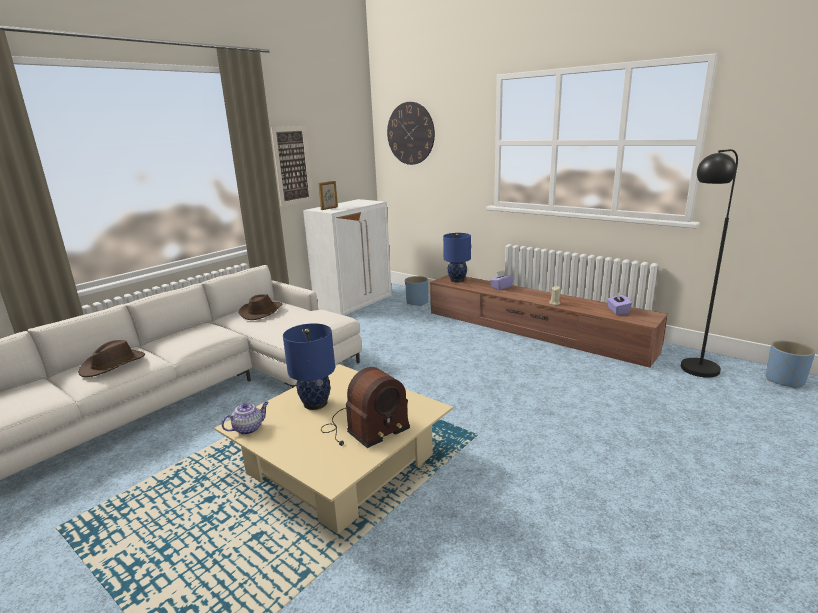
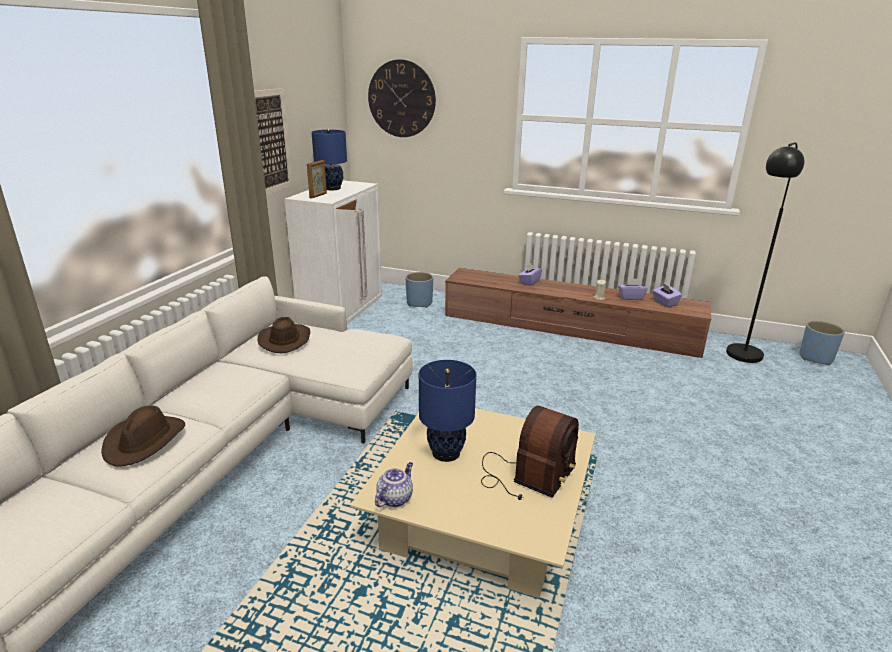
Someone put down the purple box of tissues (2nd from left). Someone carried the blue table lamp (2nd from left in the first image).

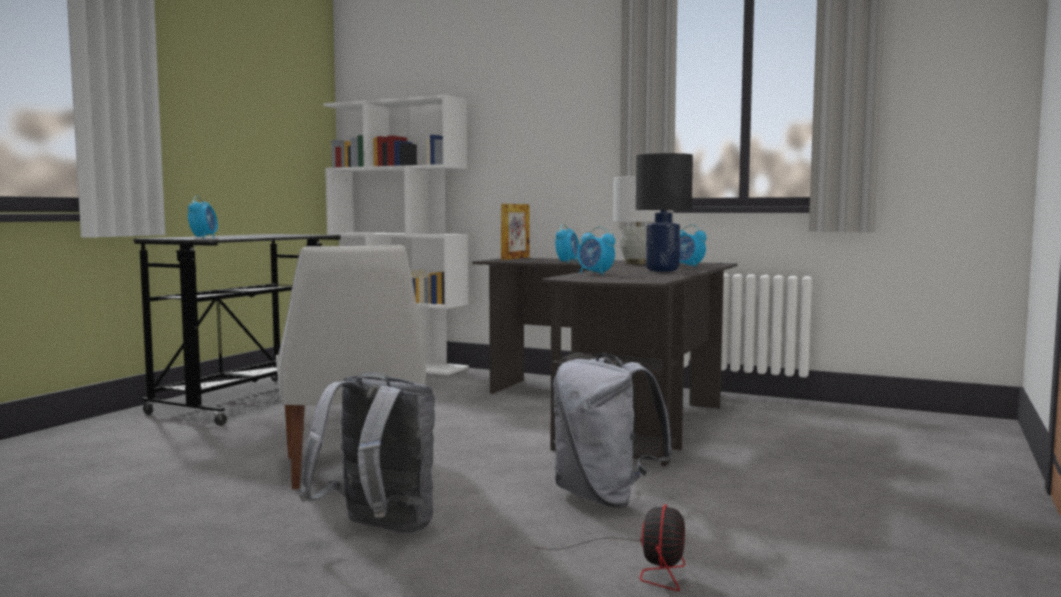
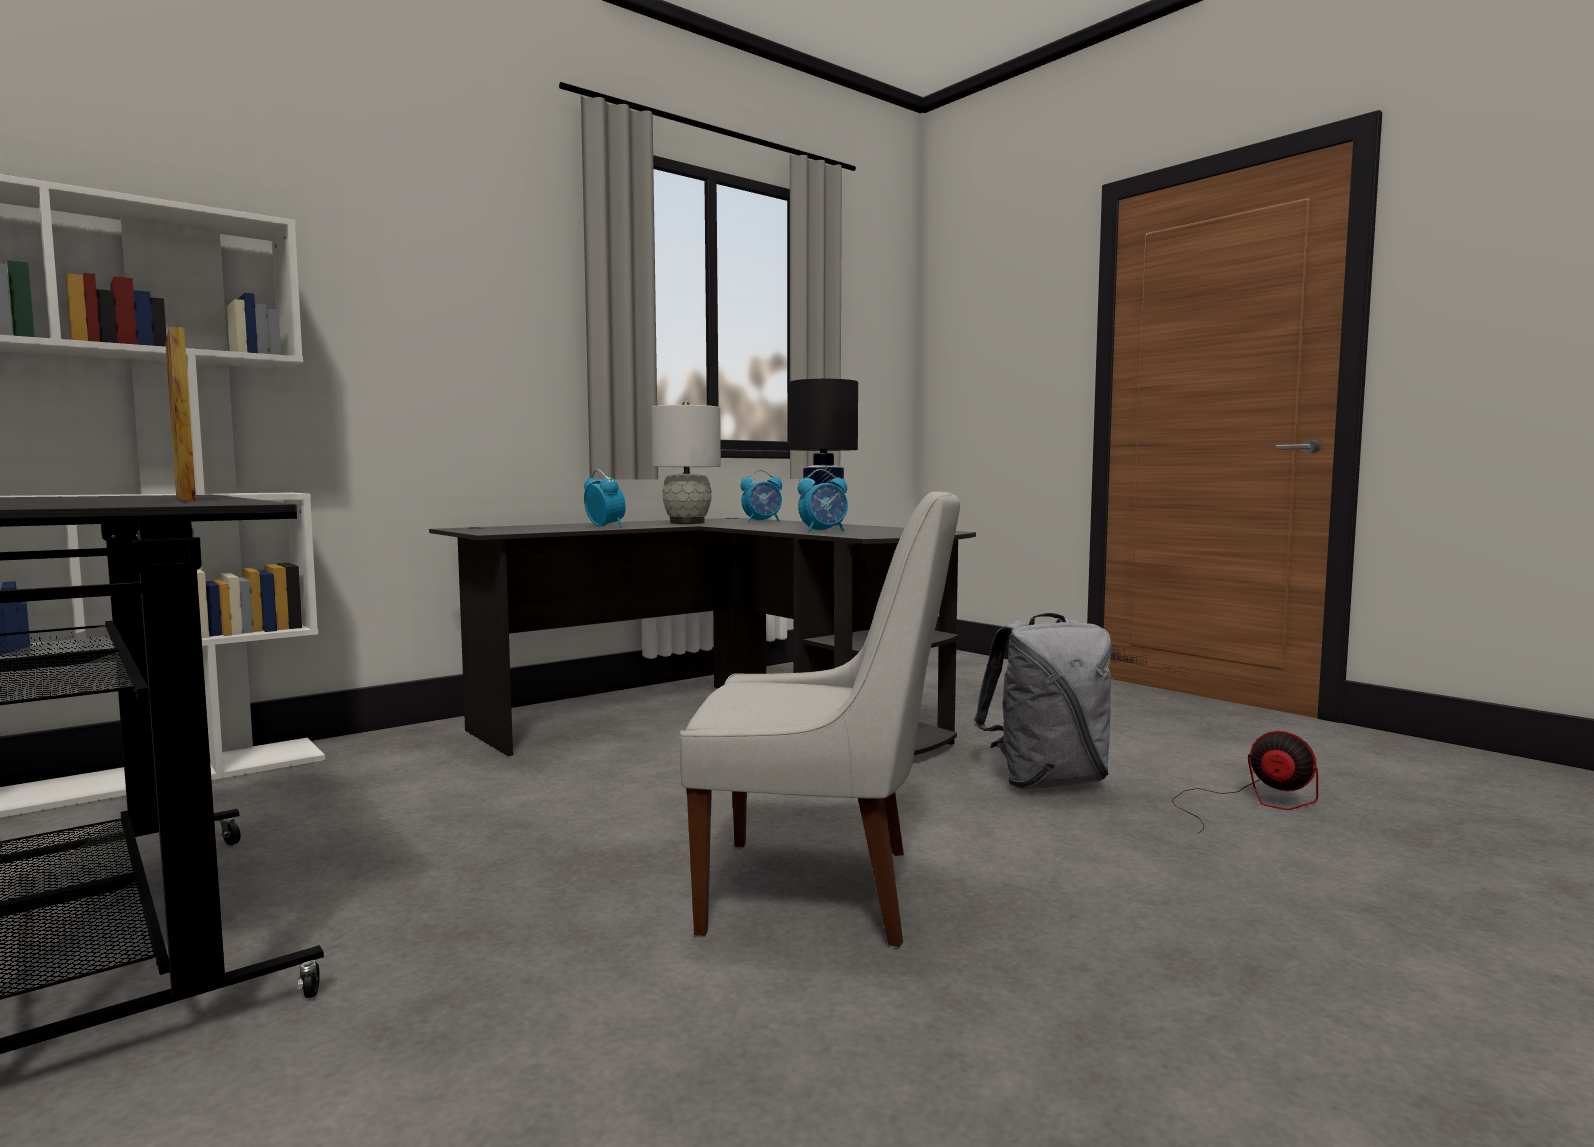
Someone took away the bedside clock (1st from left). Someone took away the grey knapsack (1st from left). Someone carried the picture frame.

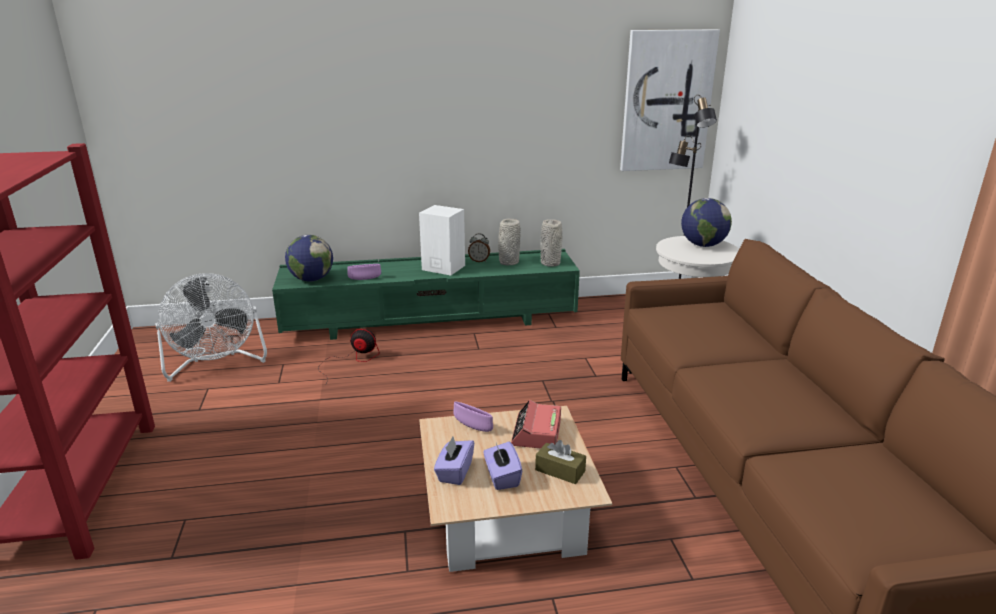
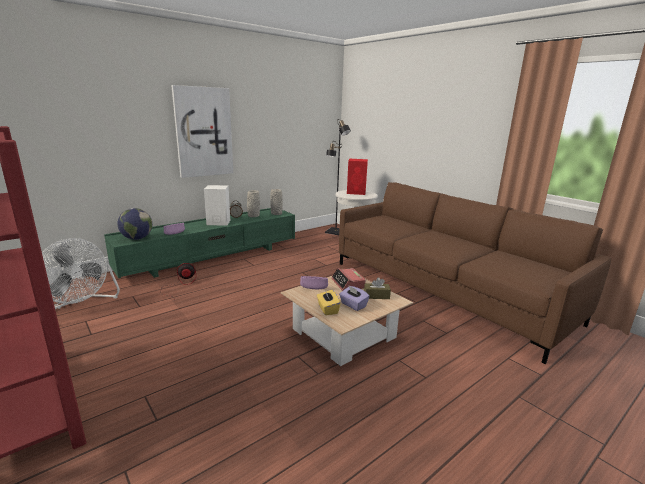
Someone carried the wall picture. Someone swapped the world globe (2nd from left) for the red audio speaker. Someone repainted the purple box of tissues (1st from left), which became the yellowish box of tissues.

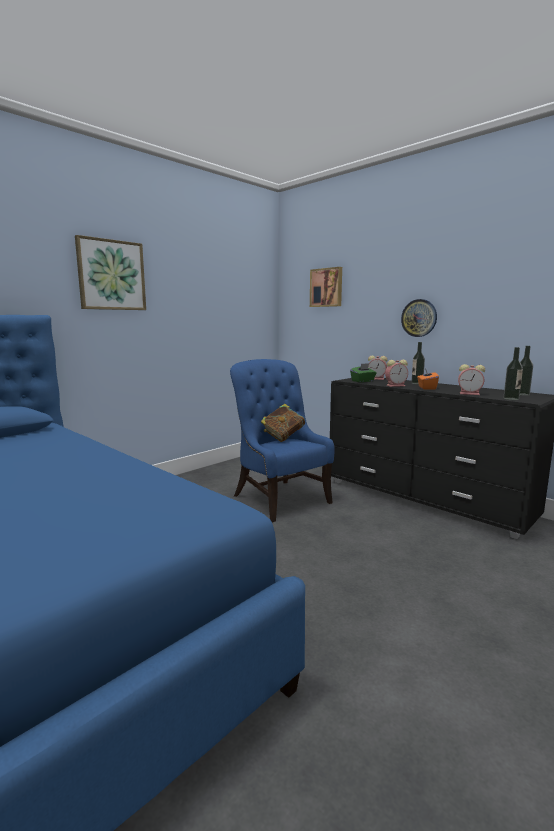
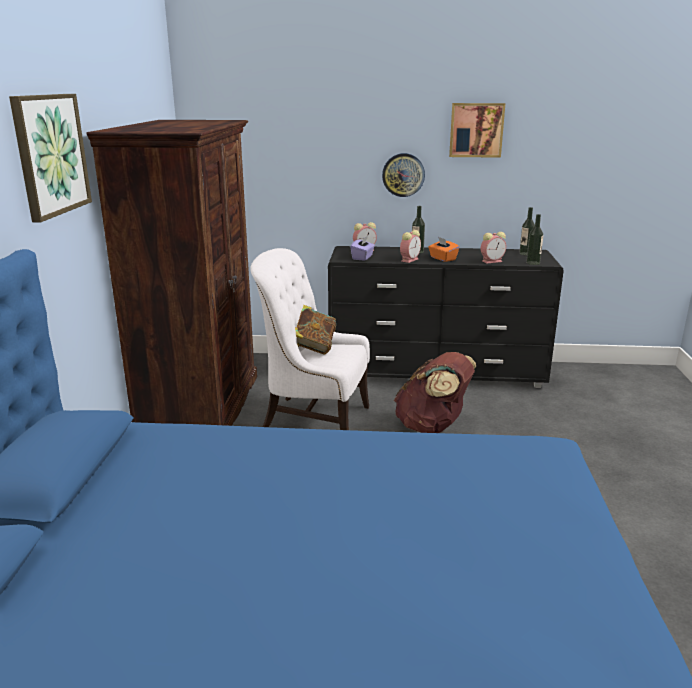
Someone put down the brown-coloured wardrobe. Someone put down the brown-coloured knapsack. Someone carried the wall picture (2nd from left). Someone repainted the blue lounge chair, which became the white lounge chair. Someone repainted the greenish box of tissues, which became the purple box of tissues.

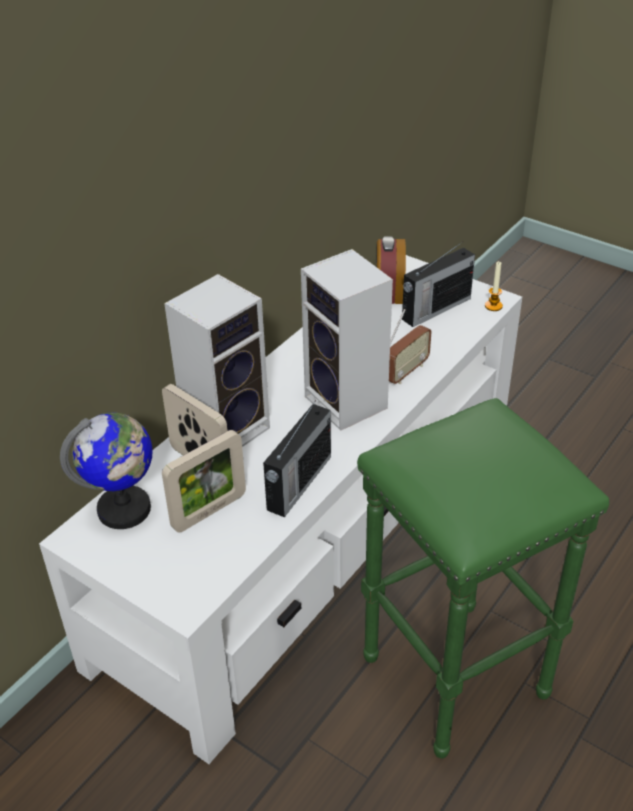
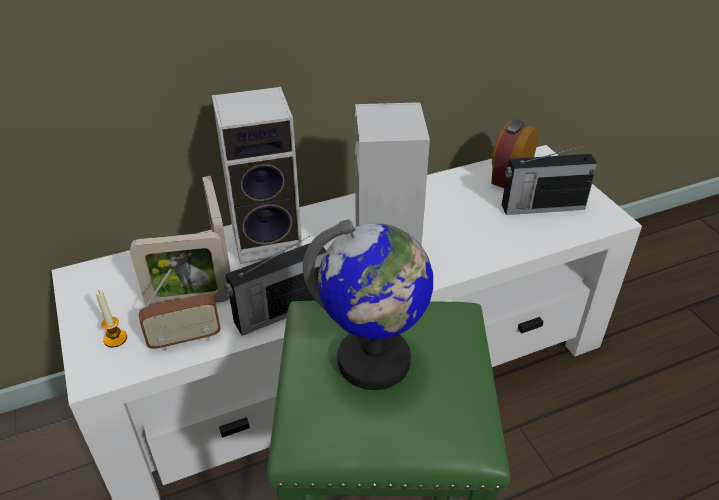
Someone carried the world globe. Someone carried the radio (2nd from left in the first image). Someone carried the candle.

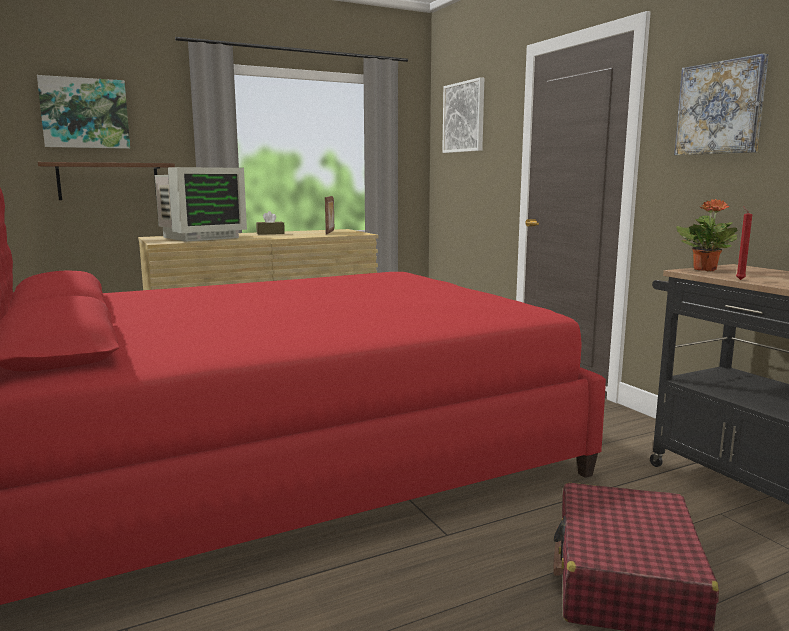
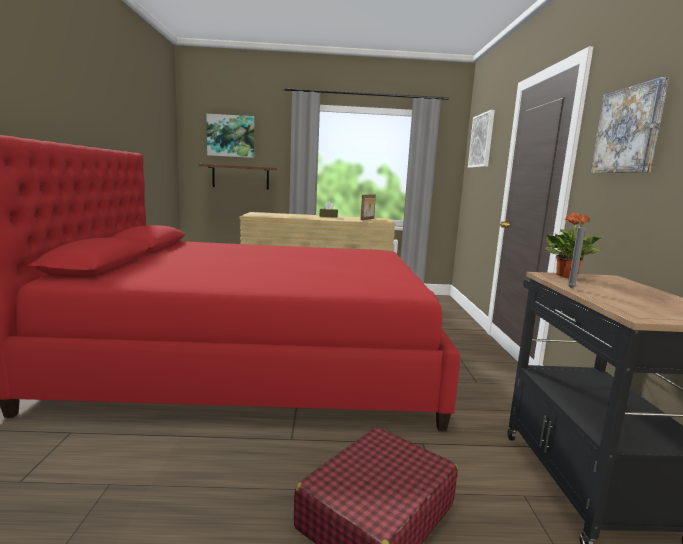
Someone took away the computer display. Someone repainted the red candle, which became the grey candle.

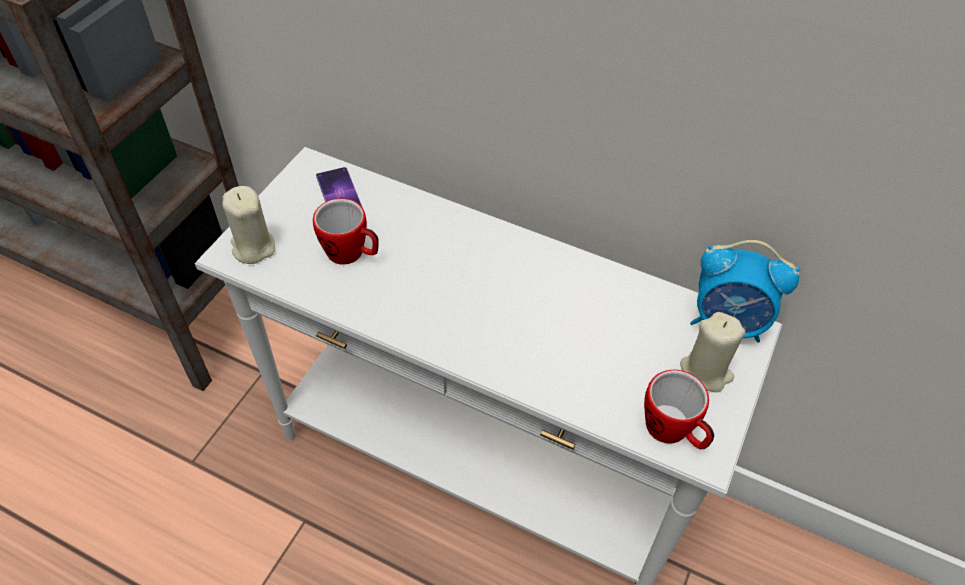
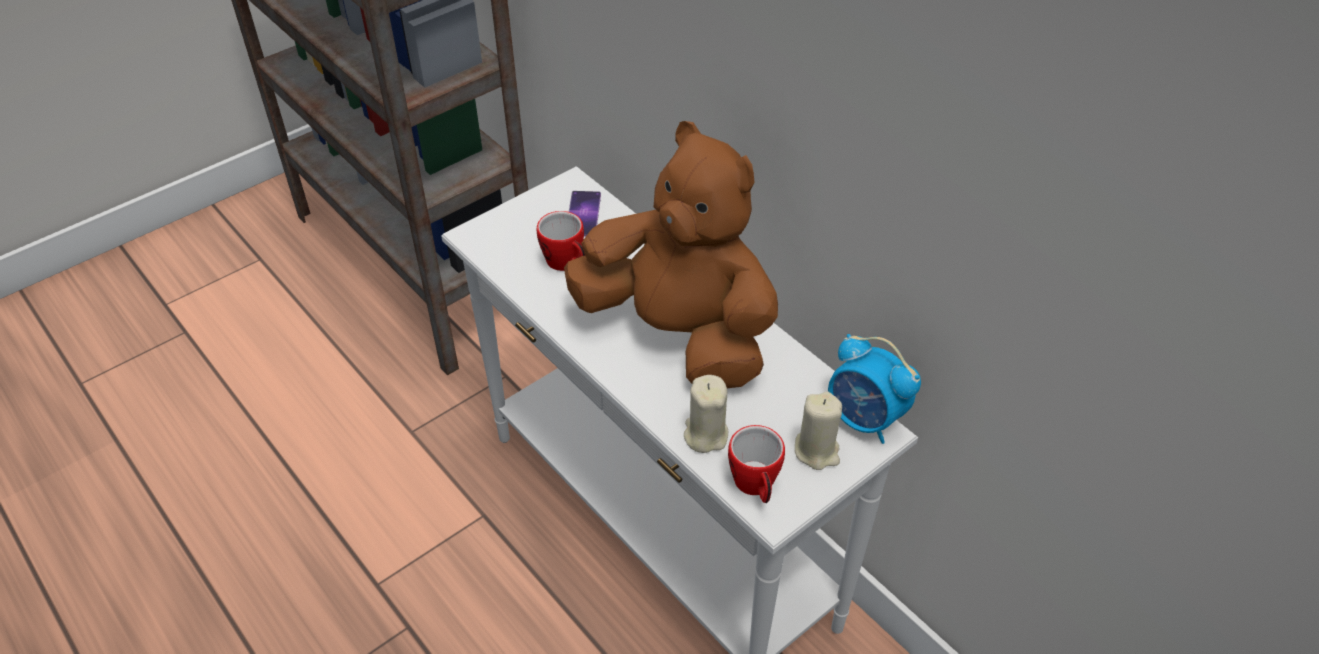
Someone put down the brown-coloured cuddly toy. Someone carried the beige-coloured candle (1st from left).

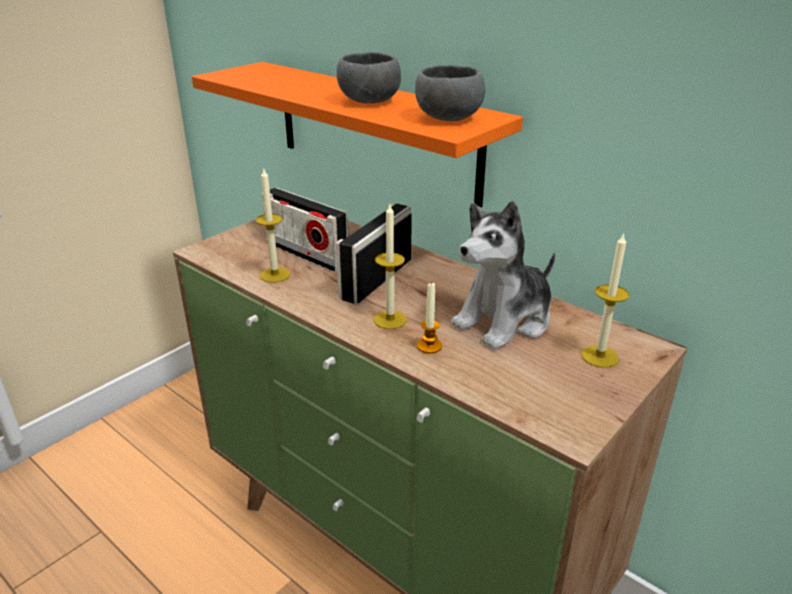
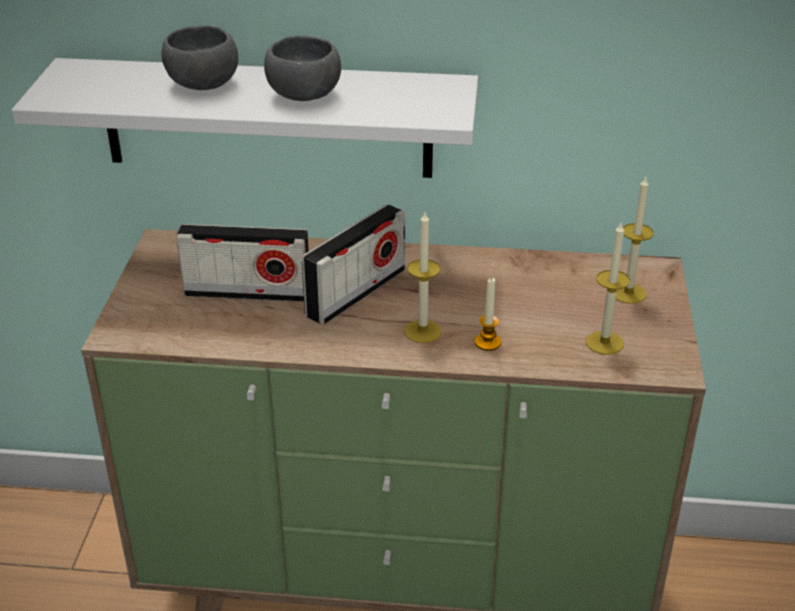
Someone took away the cuddly toy. Someone carried the candle (1st from left in the first image). Someone carried the grey serving bowl (2nd from left in the first image). Someone repainted the orange-coloured wall shelf, which became the white wall shelf. Someone rotated the radio (2nd from left) by 135 degrees counterclockwise.

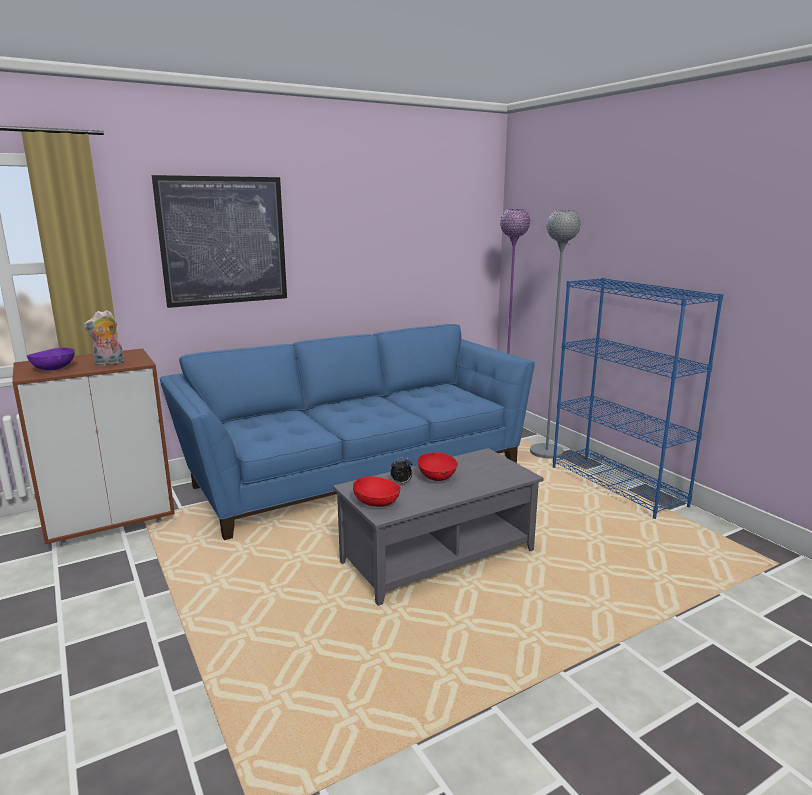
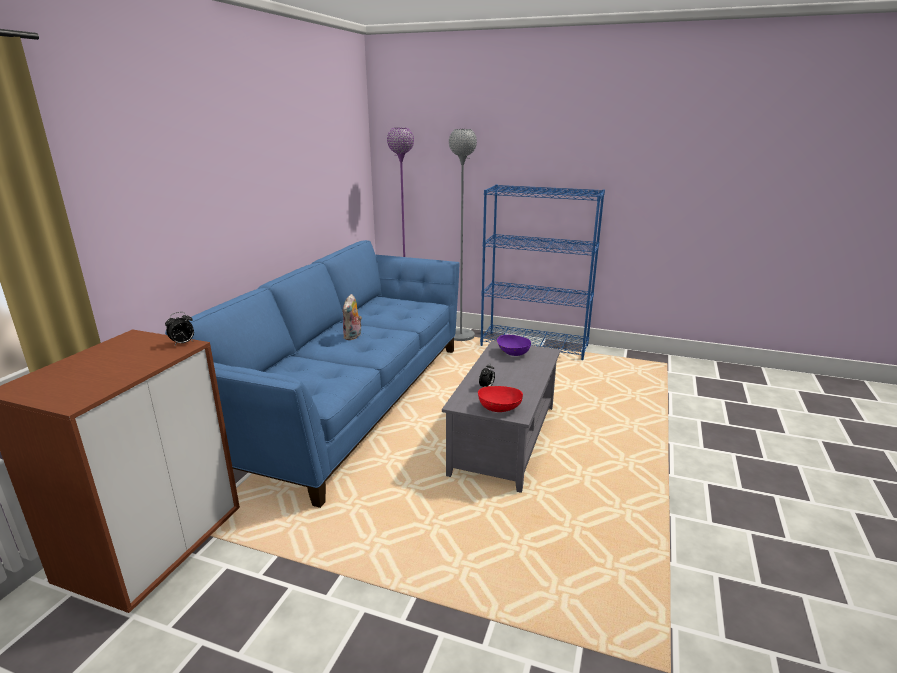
Someone took away the wall picture. Someone took away the red serving bowl (2nd from left). Someone put down the bedside clock (1st from left). Someone carried the purple serving bowl. Someone carried the cuddly toy.

